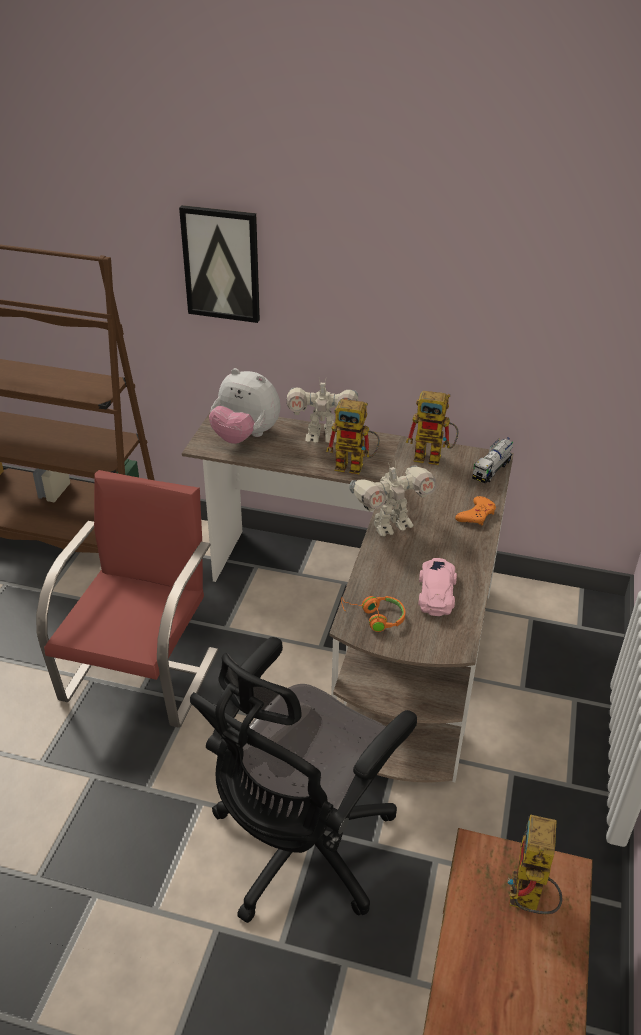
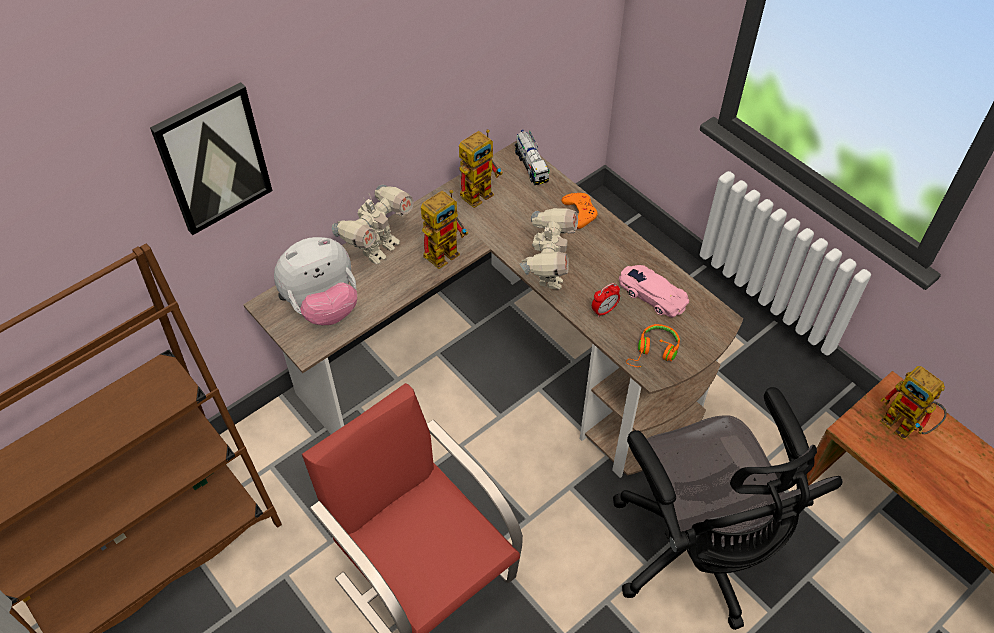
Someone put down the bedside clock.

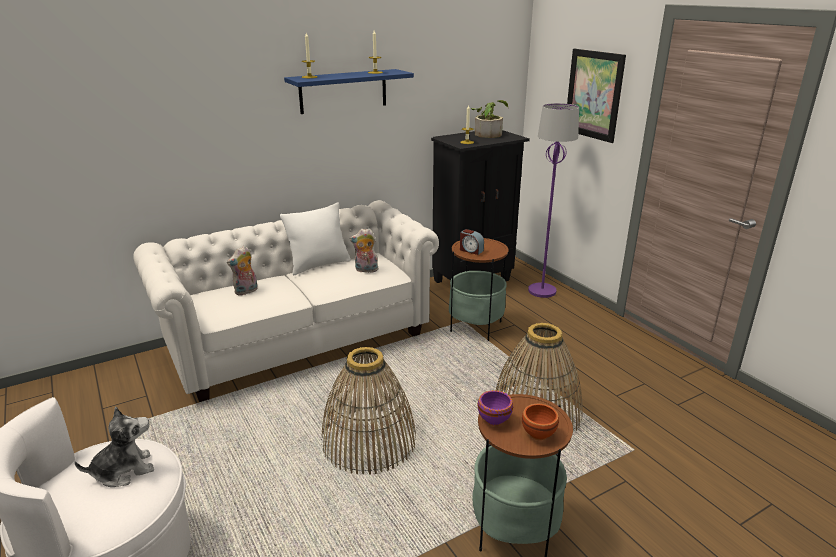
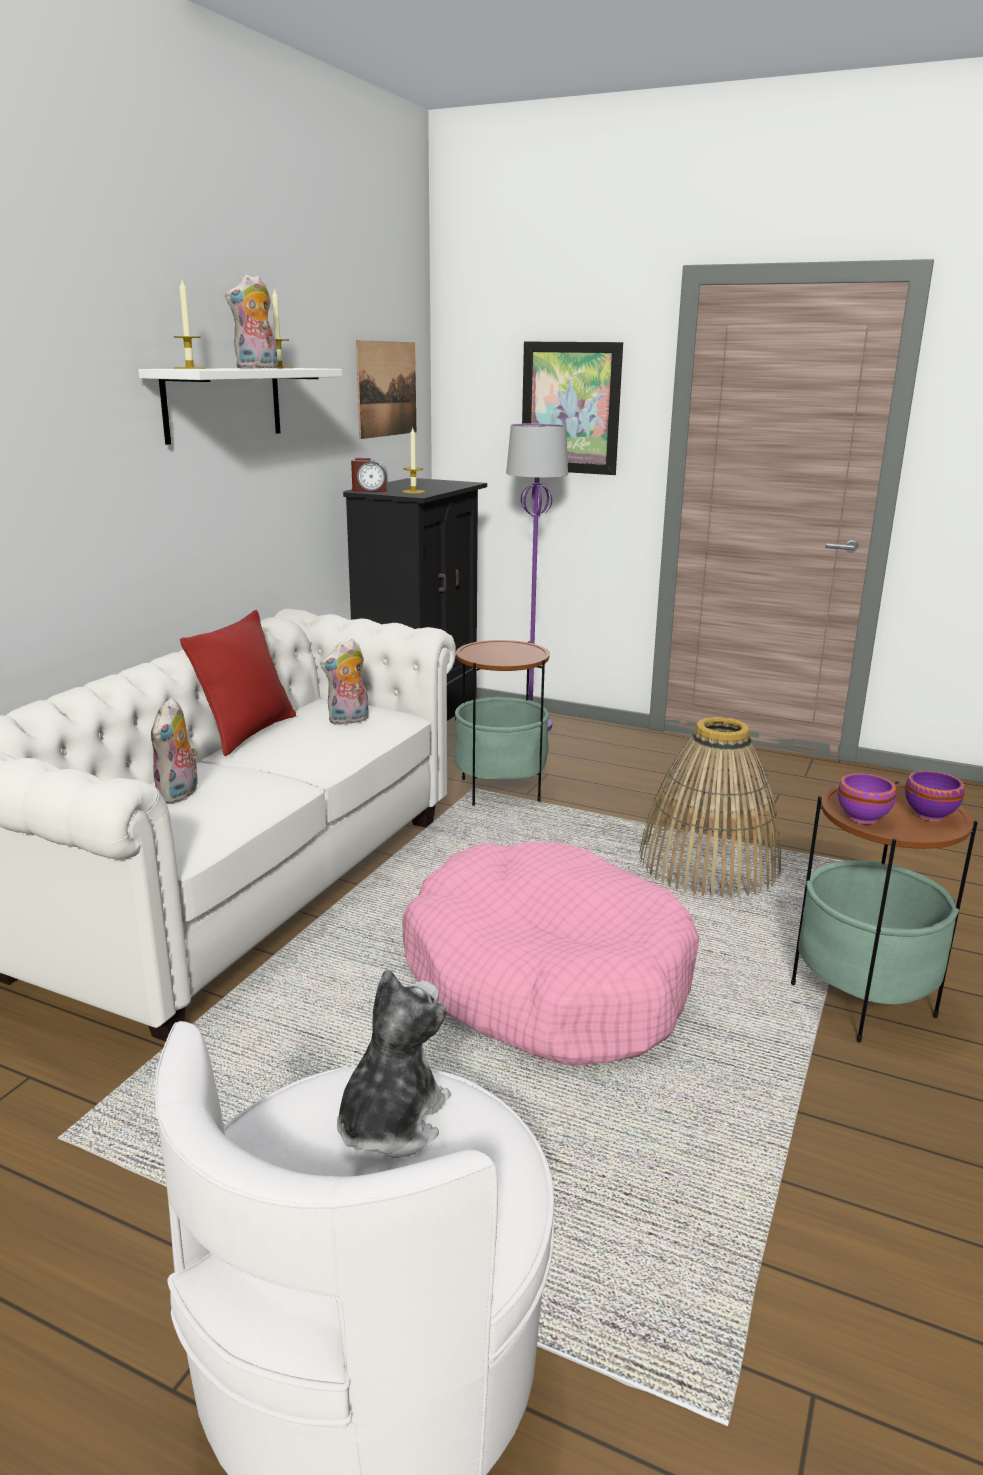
Someone took away the plant in a pot. Someone put down the cuddly toy (2nd from left). Someone put up the wall picture (1st from left). Someone carried the bedside clock. Someone swapped the basket (1st from left) for the pink pet bed. Someone repainted the white throw pillow, which became the red throw pillow. Someone repainted the blue wall shelf, which became the white wall shelf. Someone repainted the brown-coloured serving bowl, which became the purple serving bowl (2nd from left).

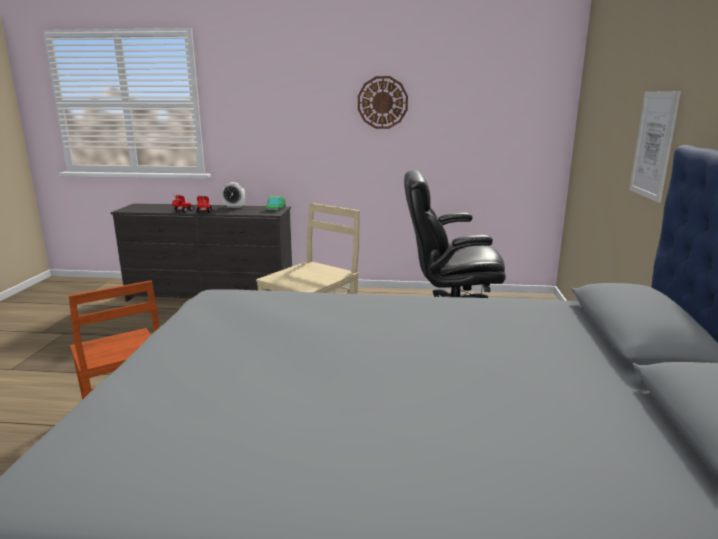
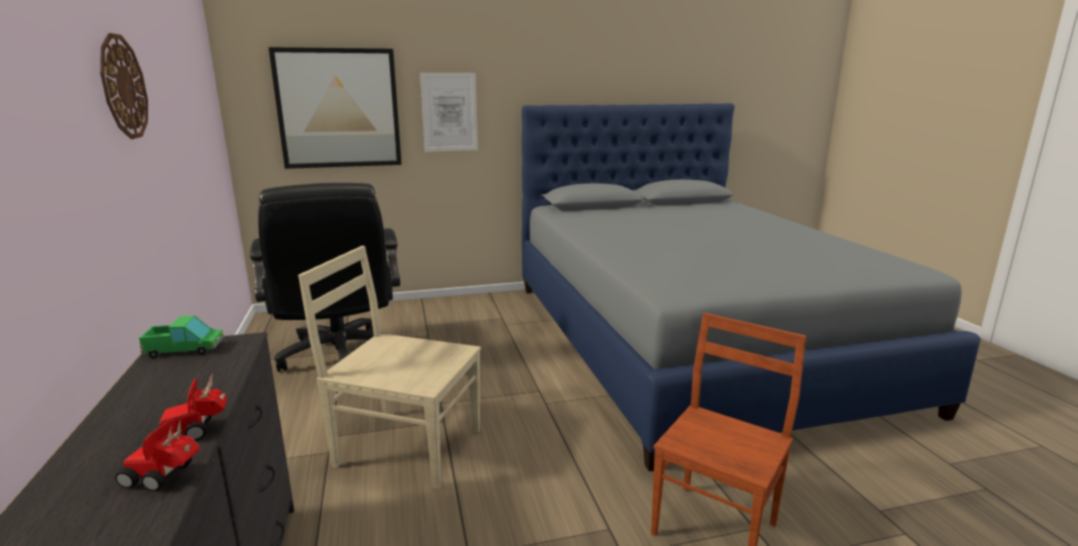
Someone took away the bedside clock. Someone put up the wall picture (1st from left).

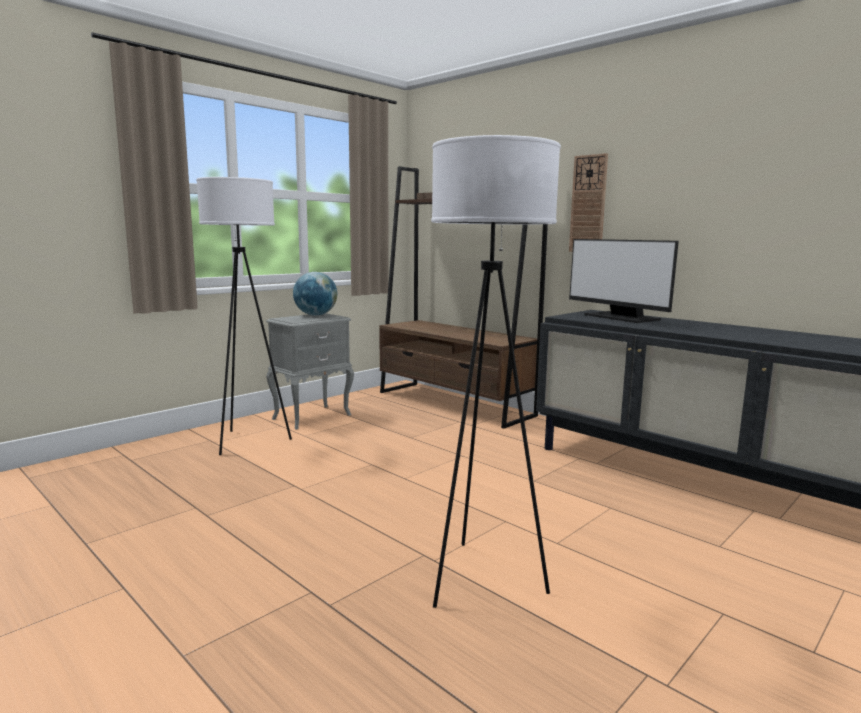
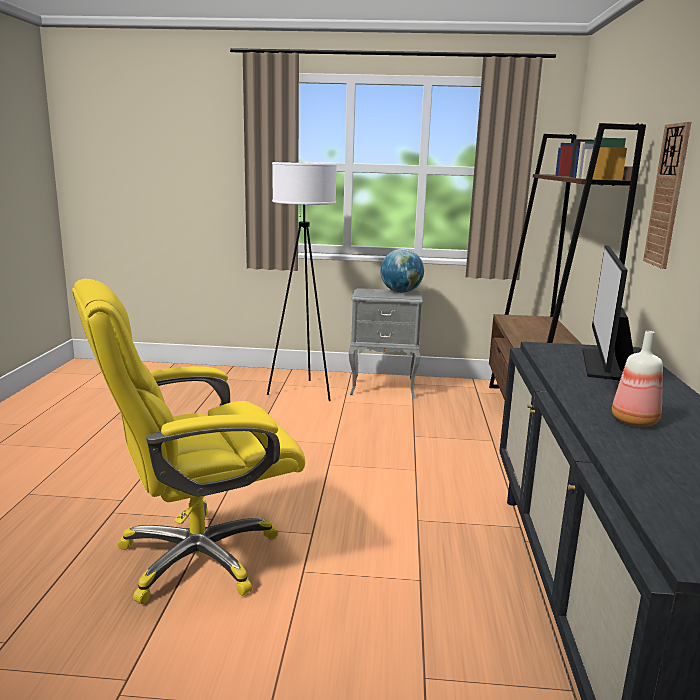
Someone put down the beverage bottle. Someone swapped the white standard lamp (2nd from left) for the yellowish office chair.

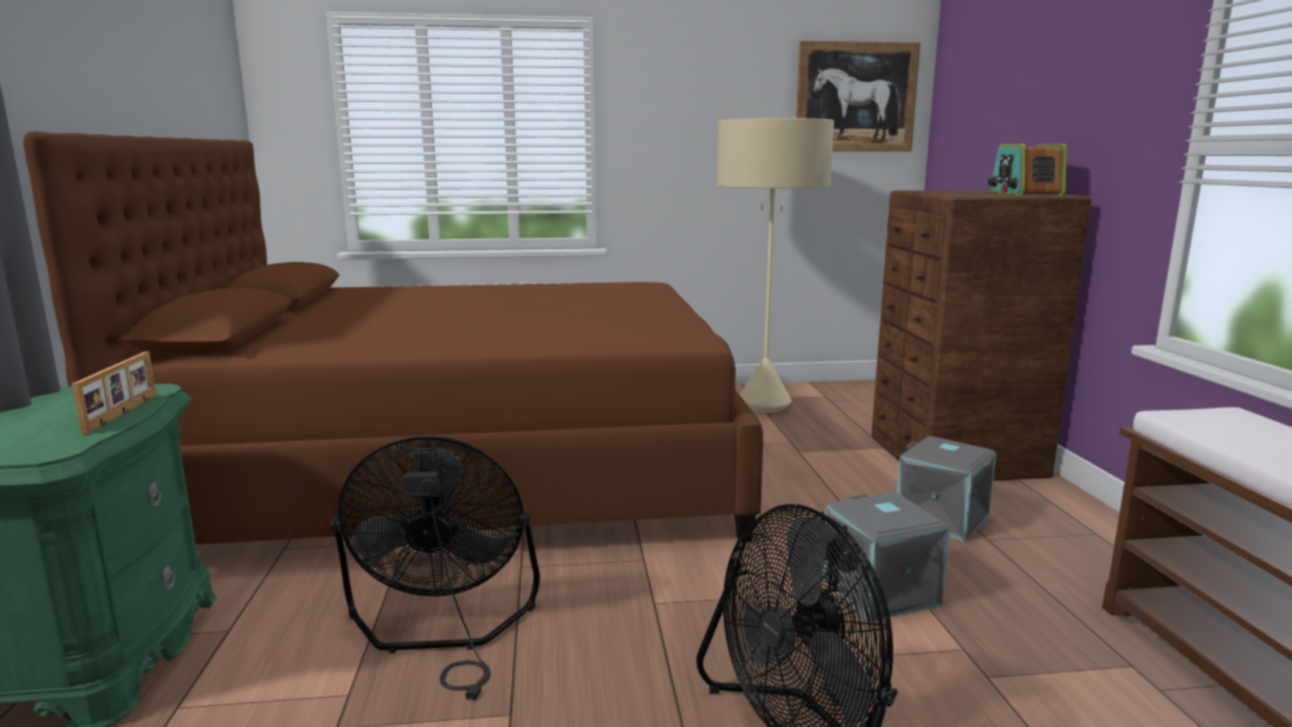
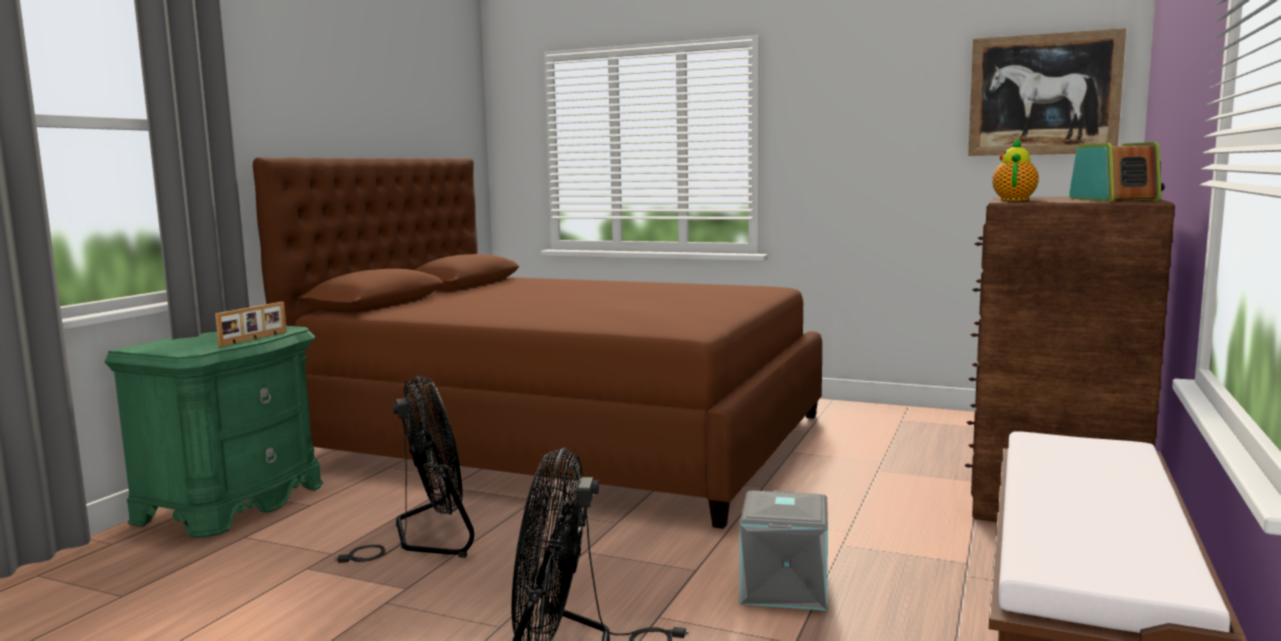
Someone took away the beige-coloured standard lamp. Someone took away the grey storage box (2nd from left). Someone put down the tea pot. Someone rotated the black cooling fan (1st from left) by 45 degrees clockwise. Someone rotated the radio by 150 degrees clockwise.

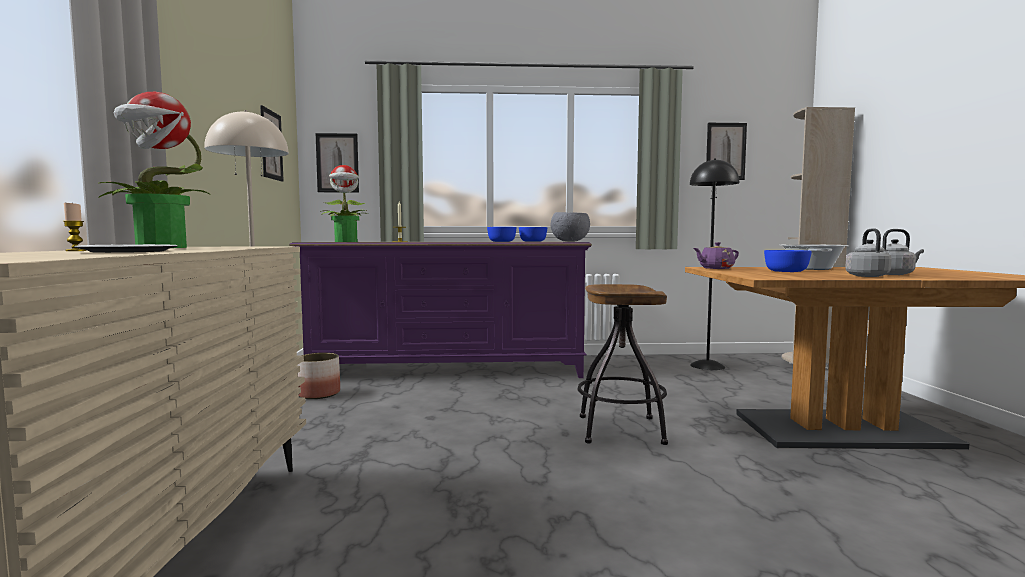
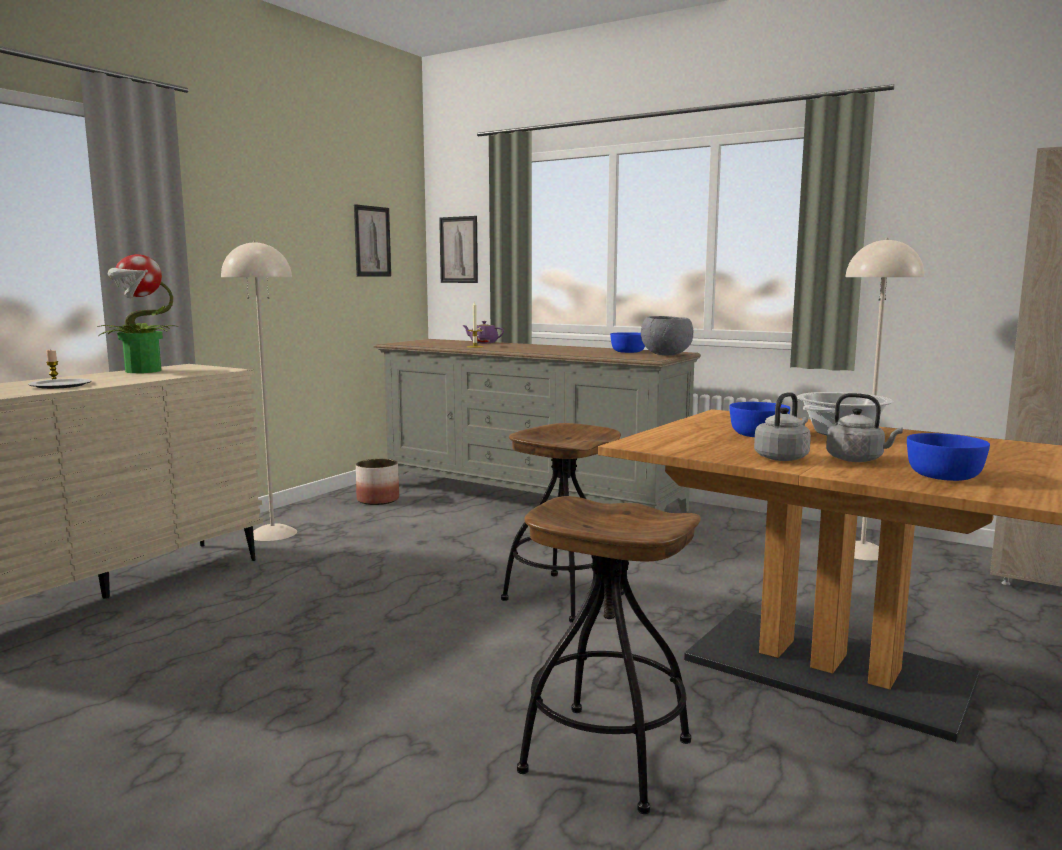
Someone took away the plant in a pot (2nd from left). Someone took away the wall picture (3rd from left). Someone put down the brown-coloured stool seat (2nd from left). Someone carried the blue serving bowl (1st from left in the first image). Someone carried the purple tea pot. Someone repainted the purple cabinet, which became the grey cabinet. Someone repainted the black standard lamp, which became the beige-coloured standard lamp (2nd from left).

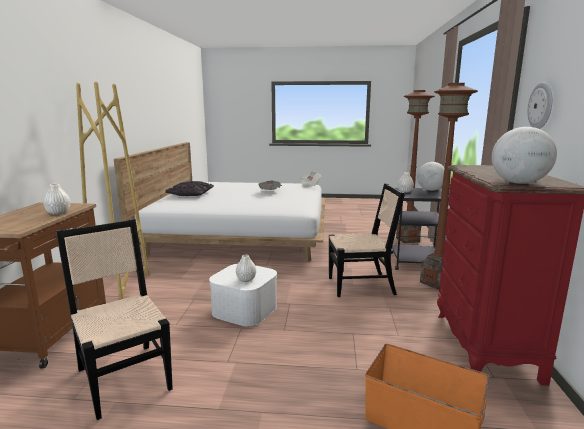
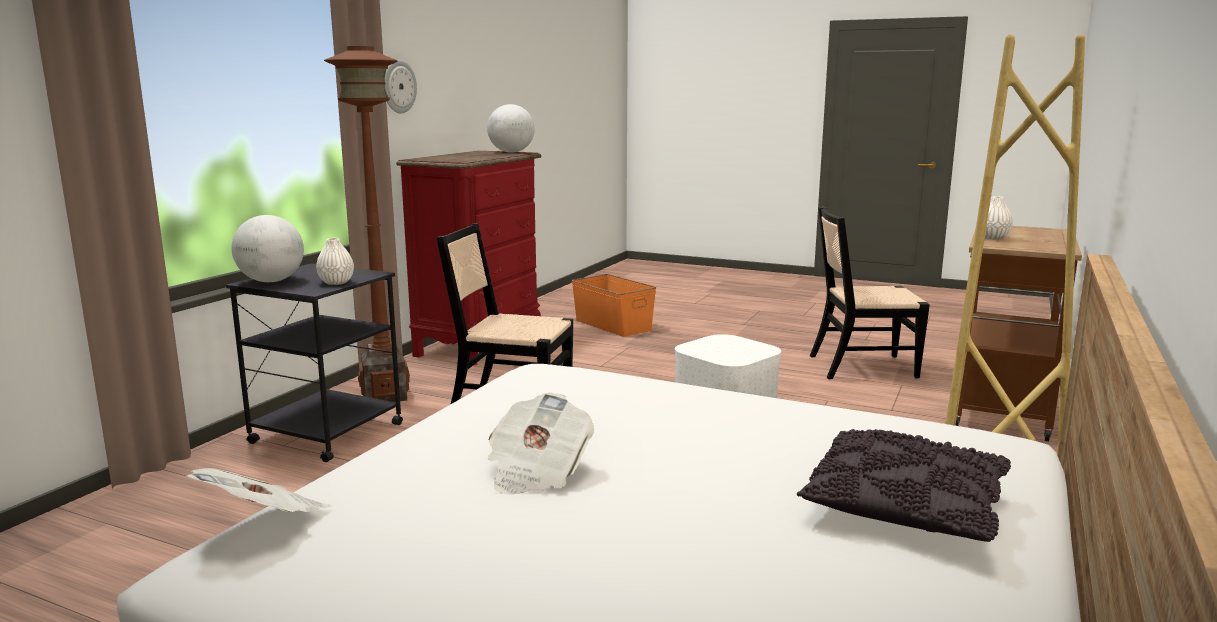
Someone took away the white flower vase (2nd from left). Someone took away the brown-coloured standard lamp (1st from left). Someone rotated the chair (1st from left in the first image) by 105 degrees clockwise.

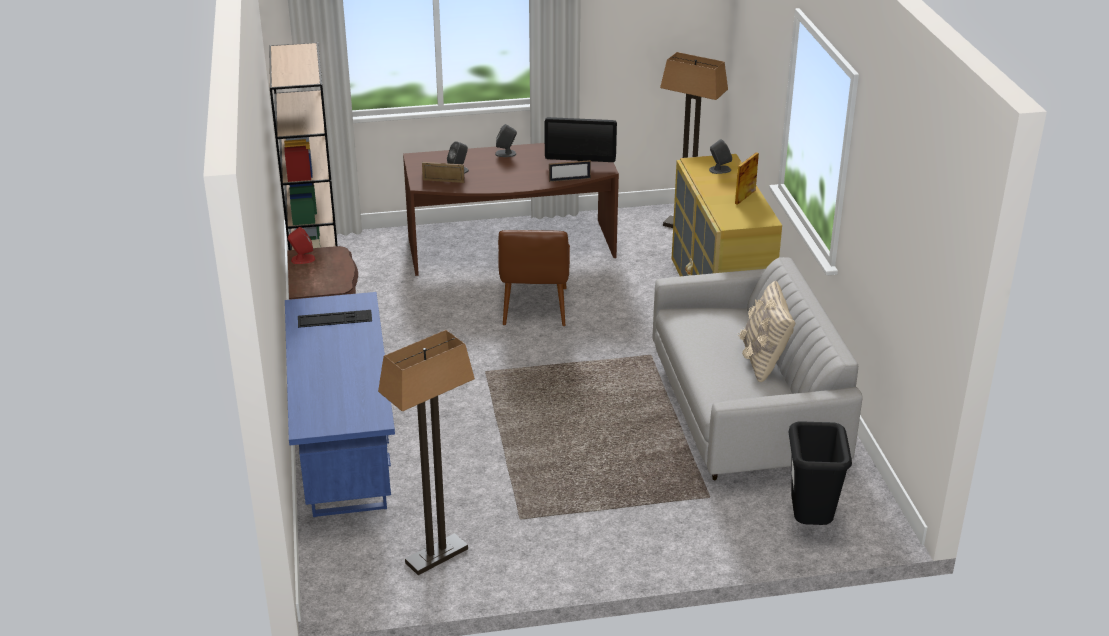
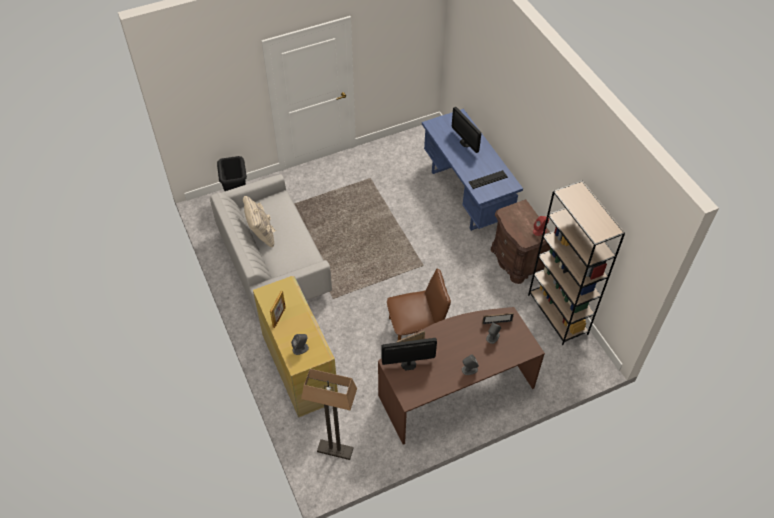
Someone took away the standard lamp (1st from left). Someone put down the computer display (2nd from left). Someone rotated the brown-coloured chair by 90 degrees clockwise.

